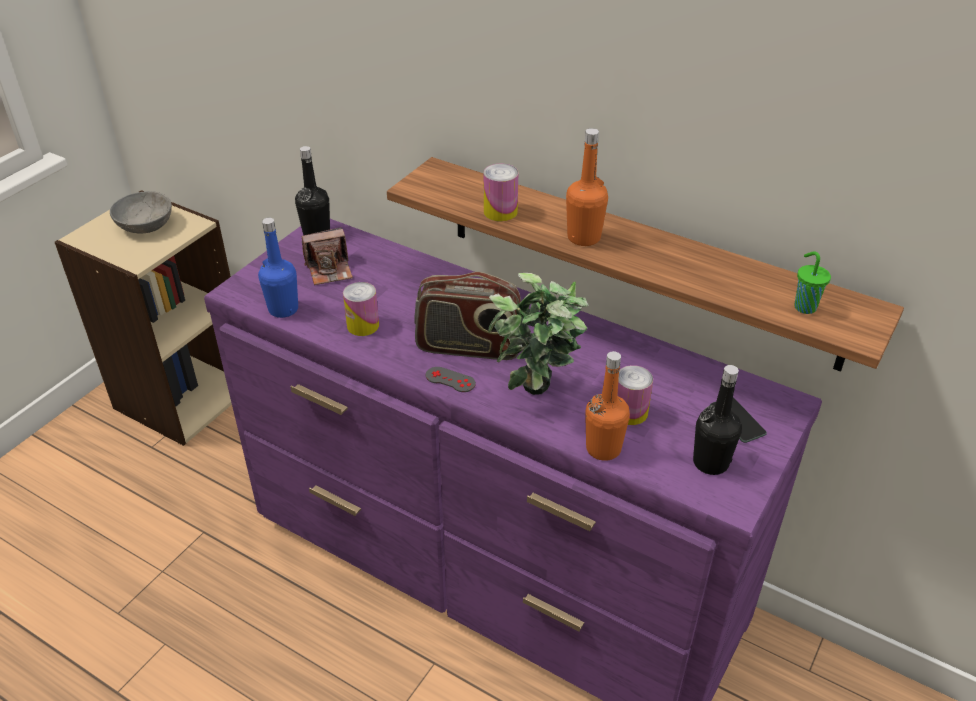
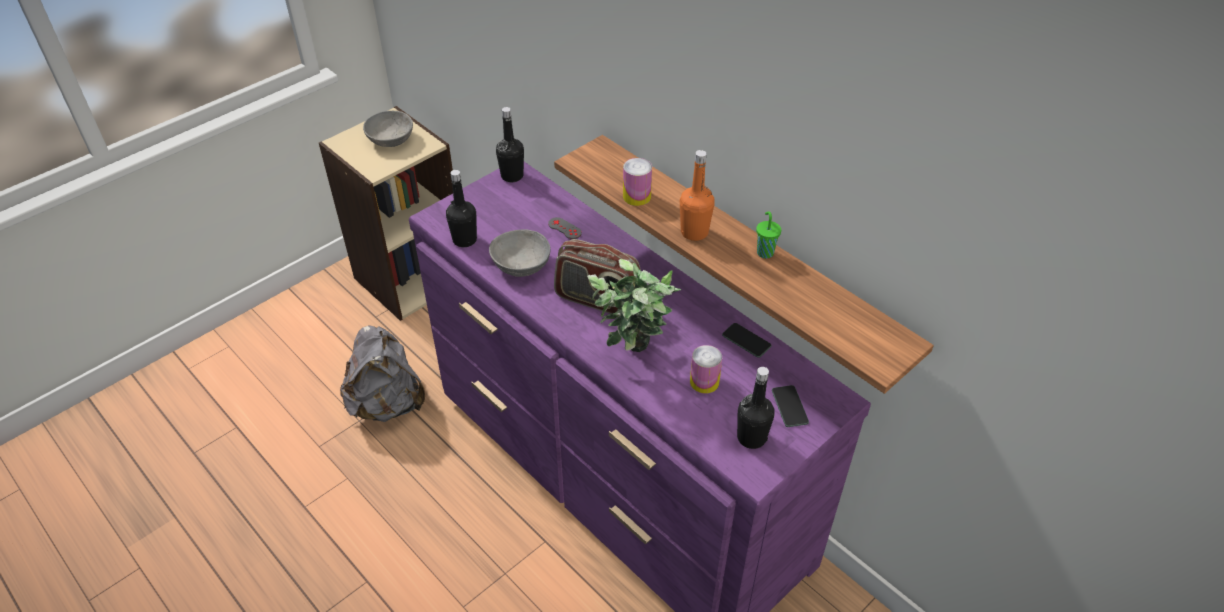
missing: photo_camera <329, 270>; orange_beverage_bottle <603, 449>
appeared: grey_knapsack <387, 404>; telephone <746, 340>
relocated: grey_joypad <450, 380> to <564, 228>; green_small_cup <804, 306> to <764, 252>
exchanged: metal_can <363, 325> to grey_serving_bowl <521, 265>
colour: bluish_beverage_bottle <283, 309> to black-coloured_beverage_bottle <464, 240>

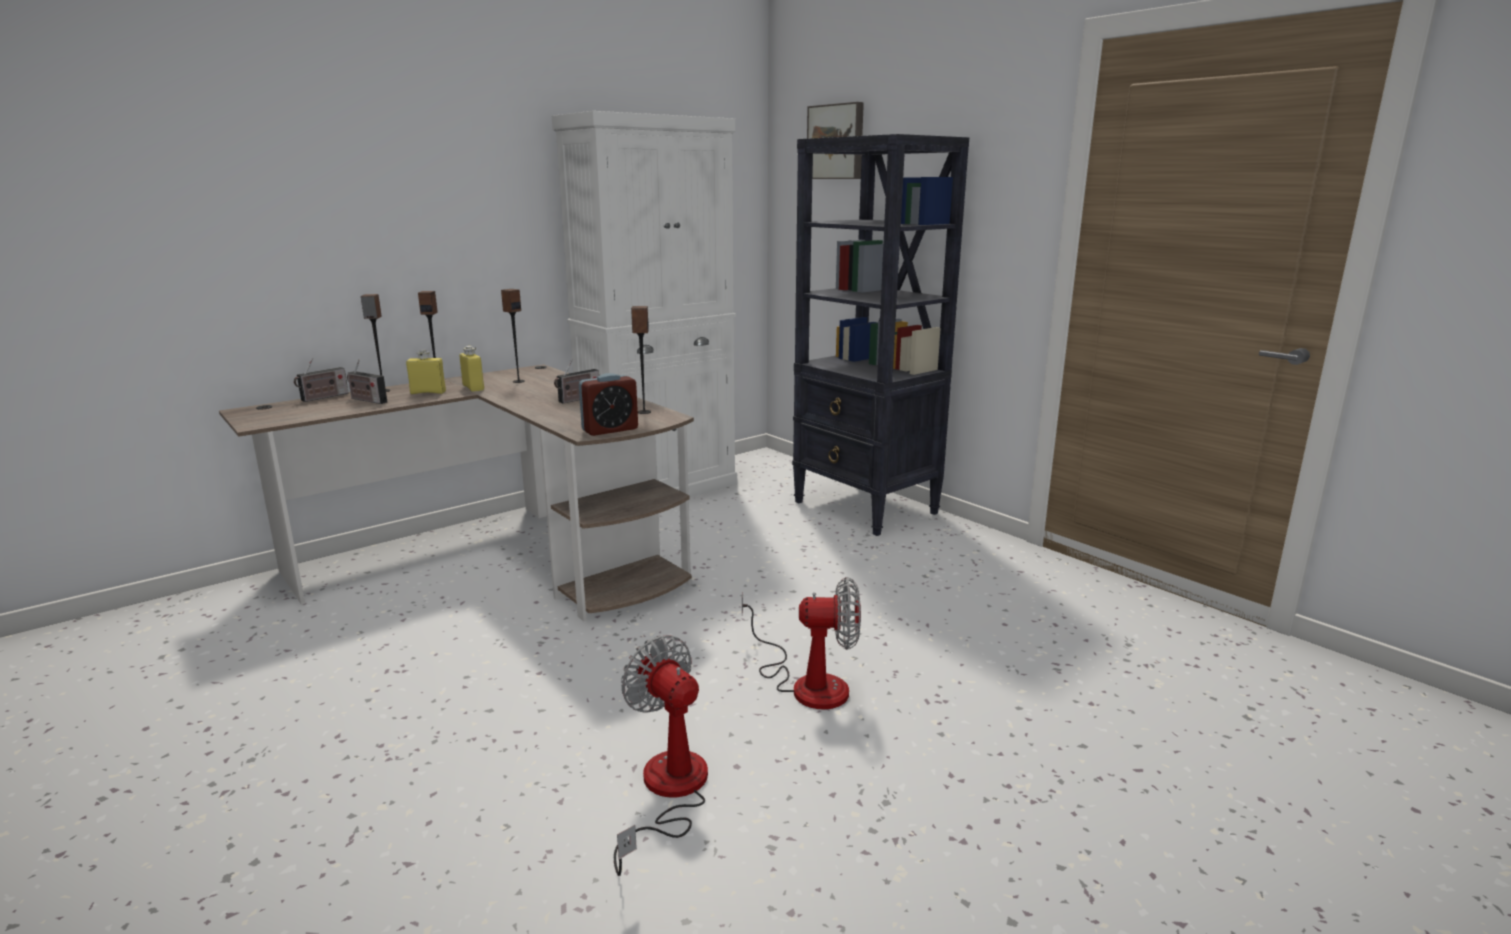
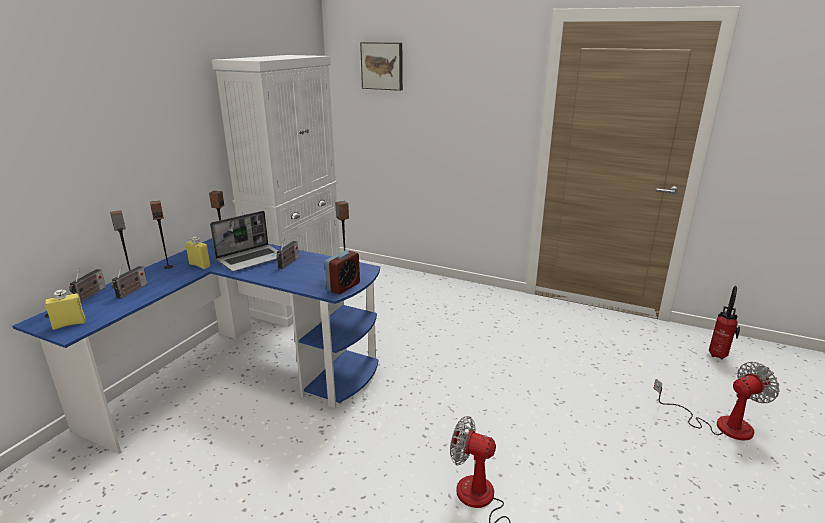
missing: black-coloured_bookshelf <866, 508>
appeared: notebook_computer <252, 259>; extinguisher <718, 354>
relocated: yellow_beverage_bottle <428, 392> to <69, 324>; fan <807, 683> to <720, 424>
colour: brown-coloured_desk_table <505, 558> to bluish_desk_table <240, 375>
spun: radio_set <367, 400> = <131, 291> 75 degrees counterclockwise

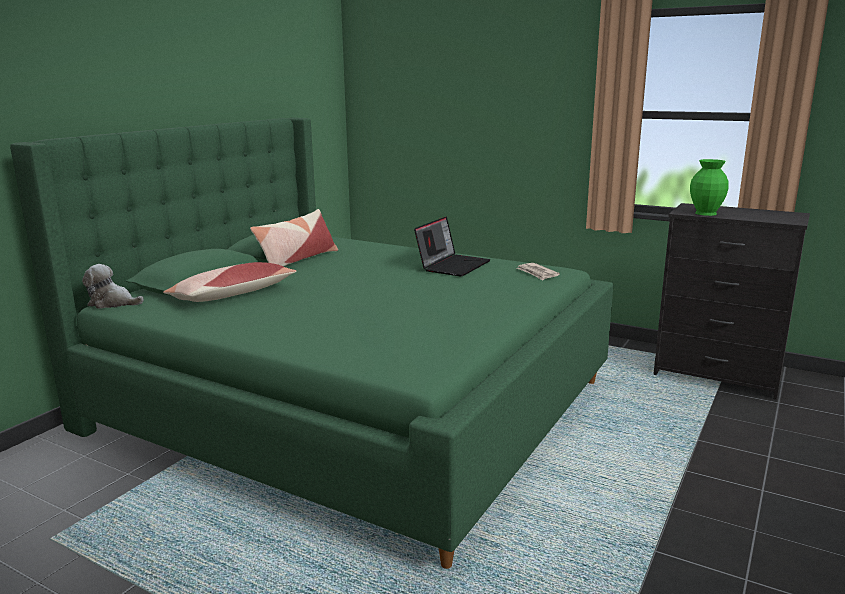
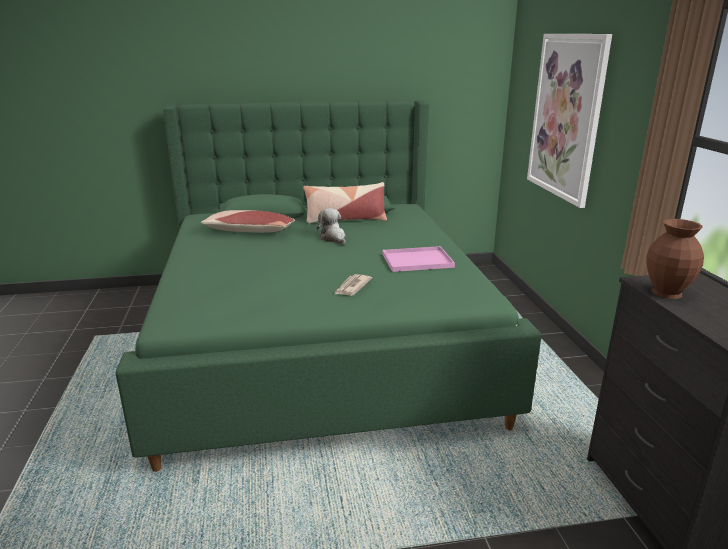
appeared: wall_picture <566, 117>
relocated: plush_toy <113, 303> to <333, 238>; daily_paper <537, 273> to <352, 287>
exchanged: notebook_computer <453, 265> to pink-coloured_serving_tray <418, 260>
colour: green_vase <706, 213> to brown-coloured_vase <665, 293>

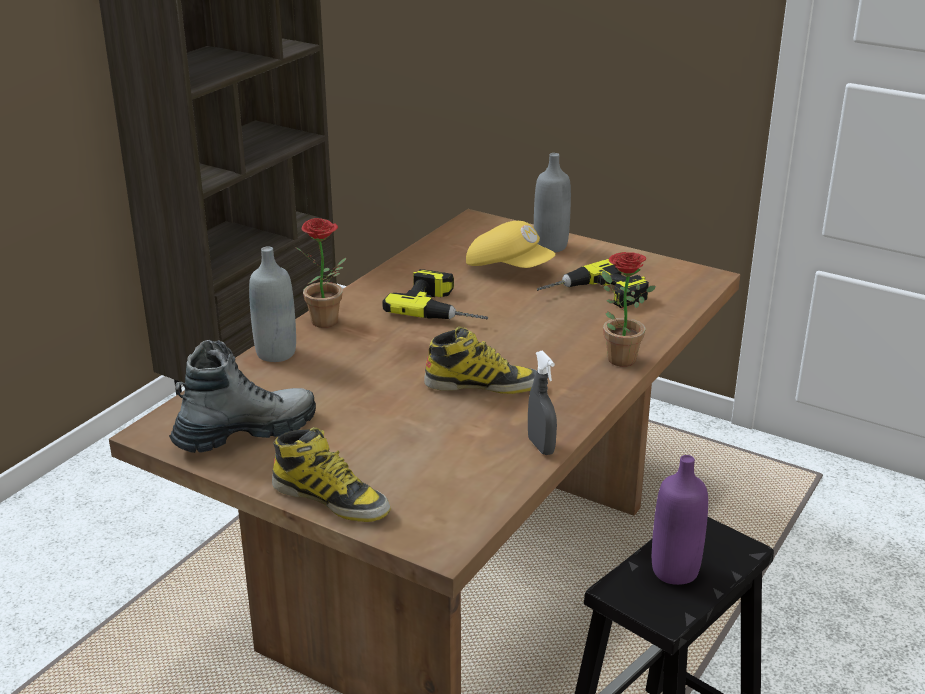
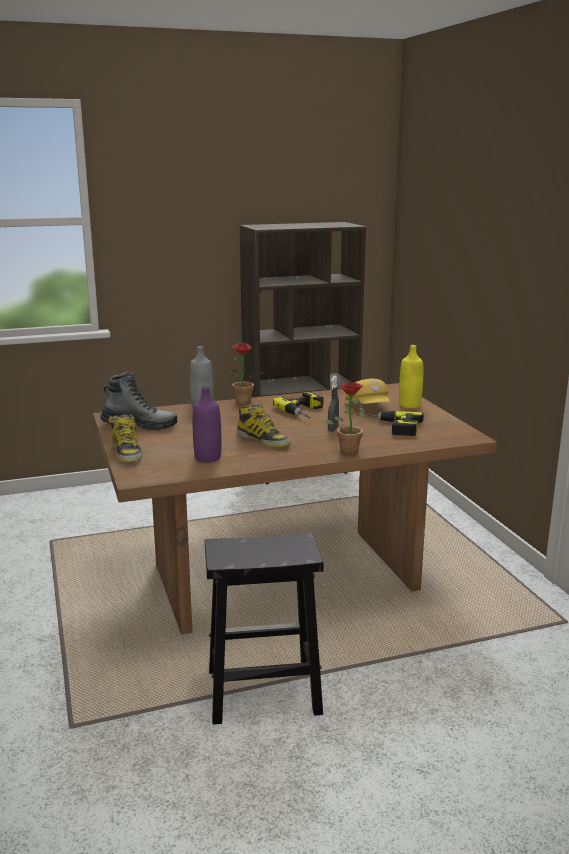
relocated: grey_spray_bottle <541, 446> to <333, 429>; purple-coloured_beverage_bottle <674, 570> to <208, 458>
colour: grey_beverage_bottle <550, 246> to yellow_beverage_bottle <409, 405>

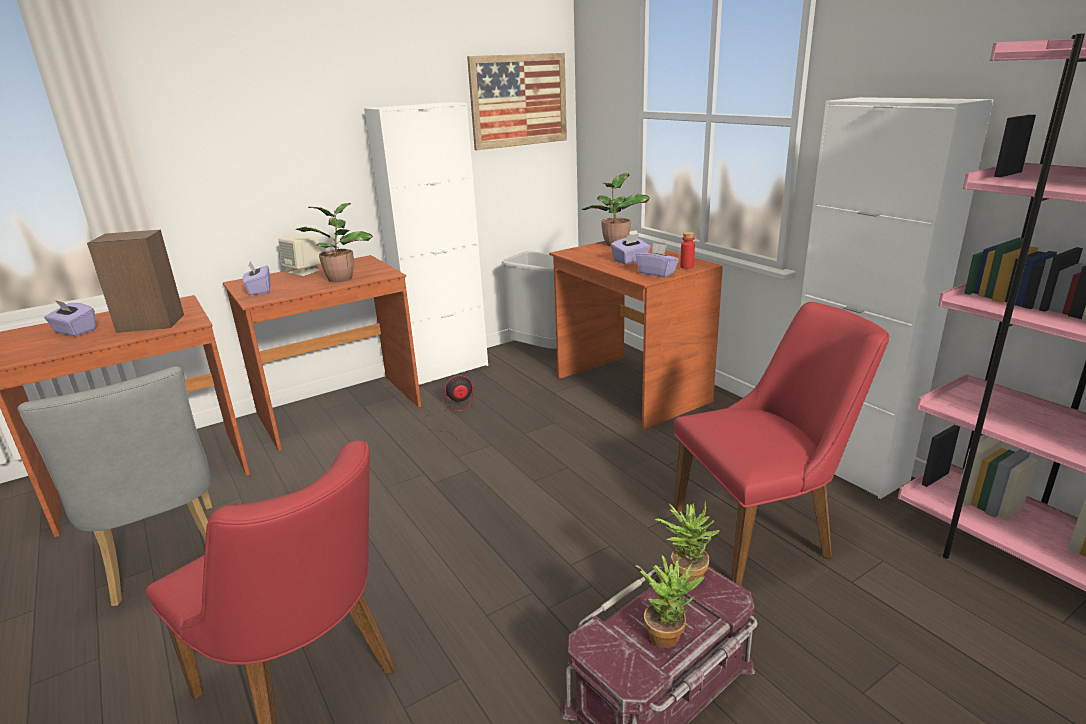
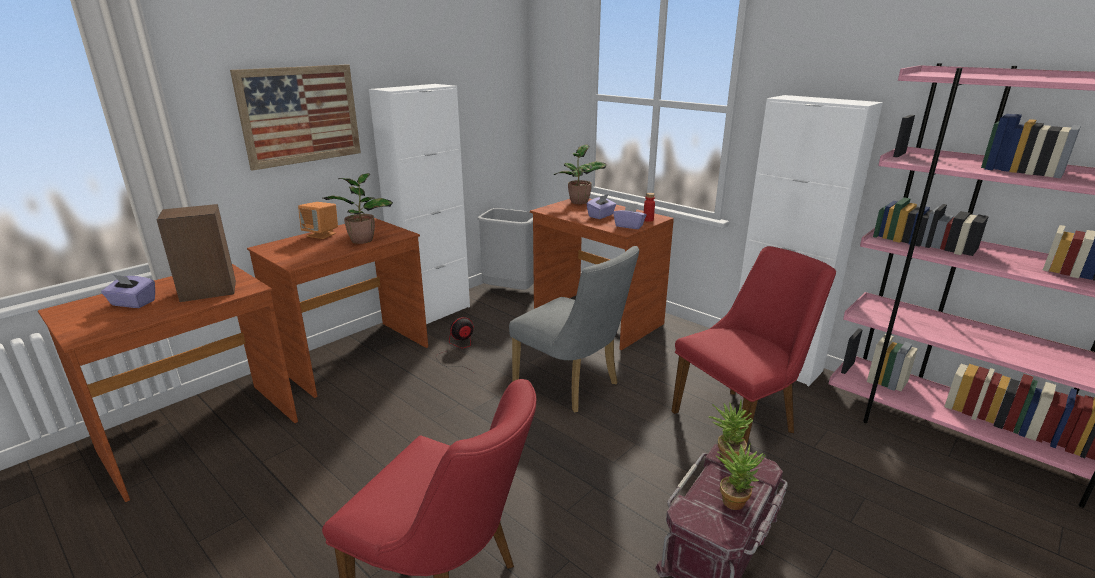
missing: purple-coloured_tissue_box <259, 290>
relocated: grey_plain_chair <166, 559> to <572, 386>; wall_picture <519, 100> to <300, 115>
colour: beige-coloured_speaker <304, 271> to orange_speaker <321, 234>

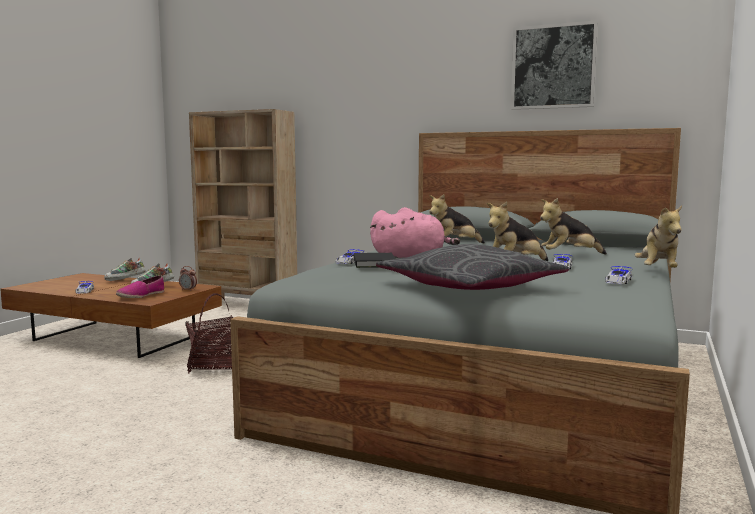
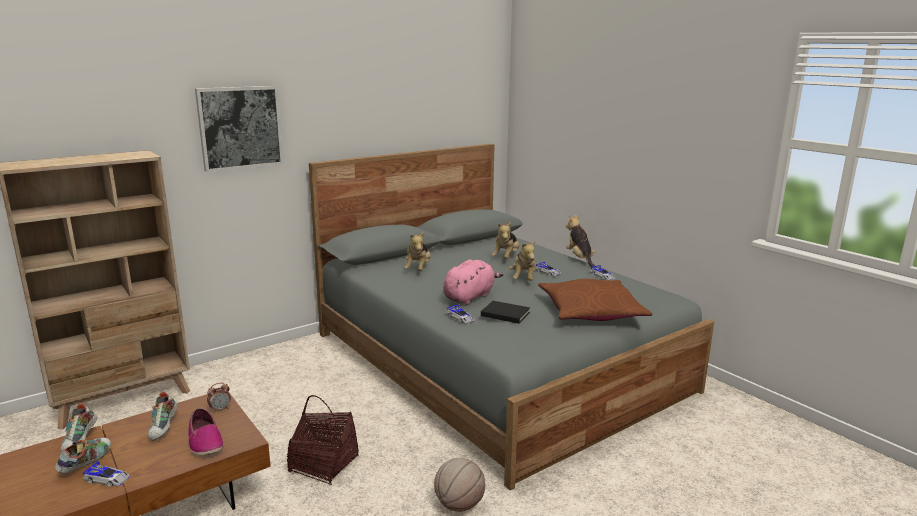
appeared: low_shoe <86, 463>; basketball_ball <459, 505>
relocated: wall_picture <553, 67> to <240, 127>
colour: grey_pillow <469, 287> to brown-coloured_pillow <591, 311>
spun: plush_toy <658, 271> = <580, 259> 150 degrees counterclockwise

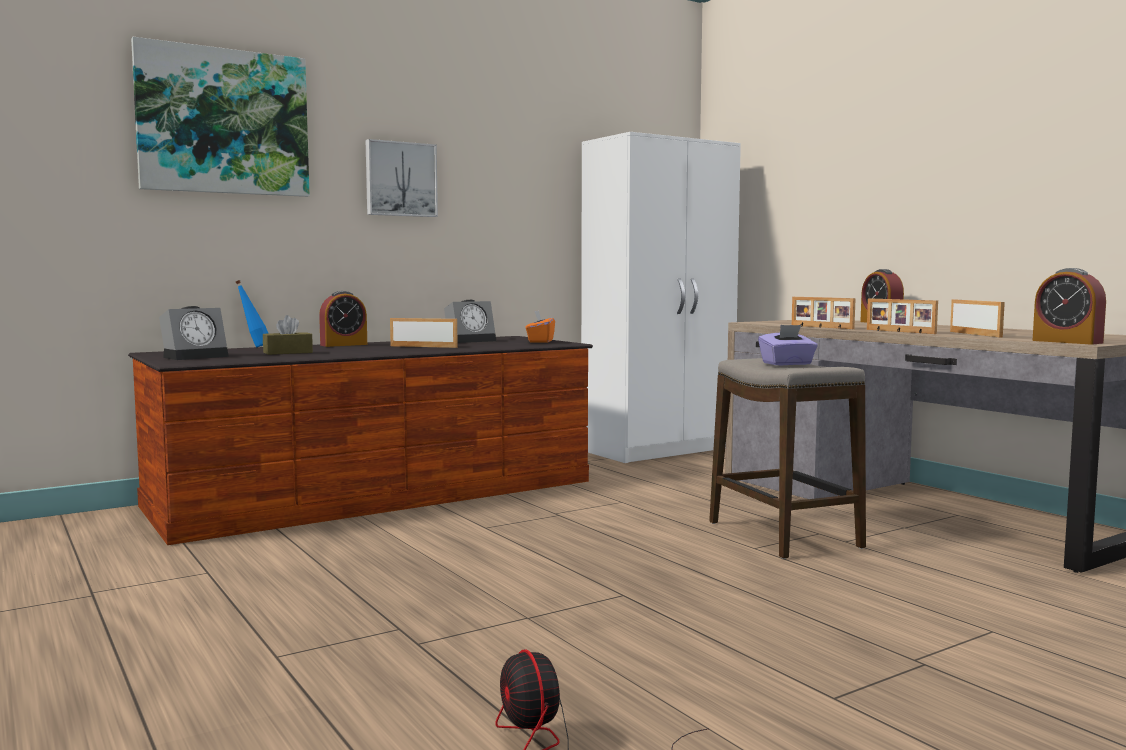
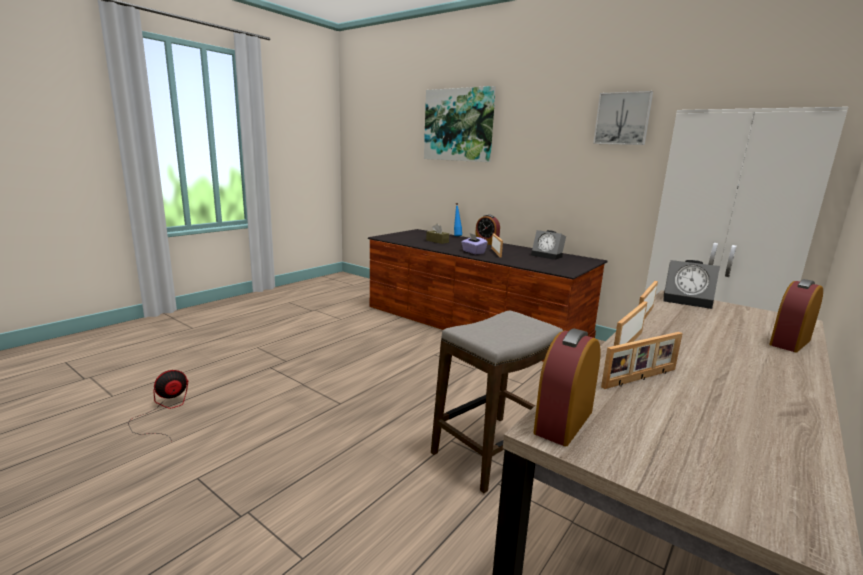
missing: orange_tissue_box <540, 341>
relocated: bedside_clock <196, 356> to <688, 300>; wall_picture <400, 179> to <622, 119>; purple-coloured_tissue_box <787, 364> to <473, 252>

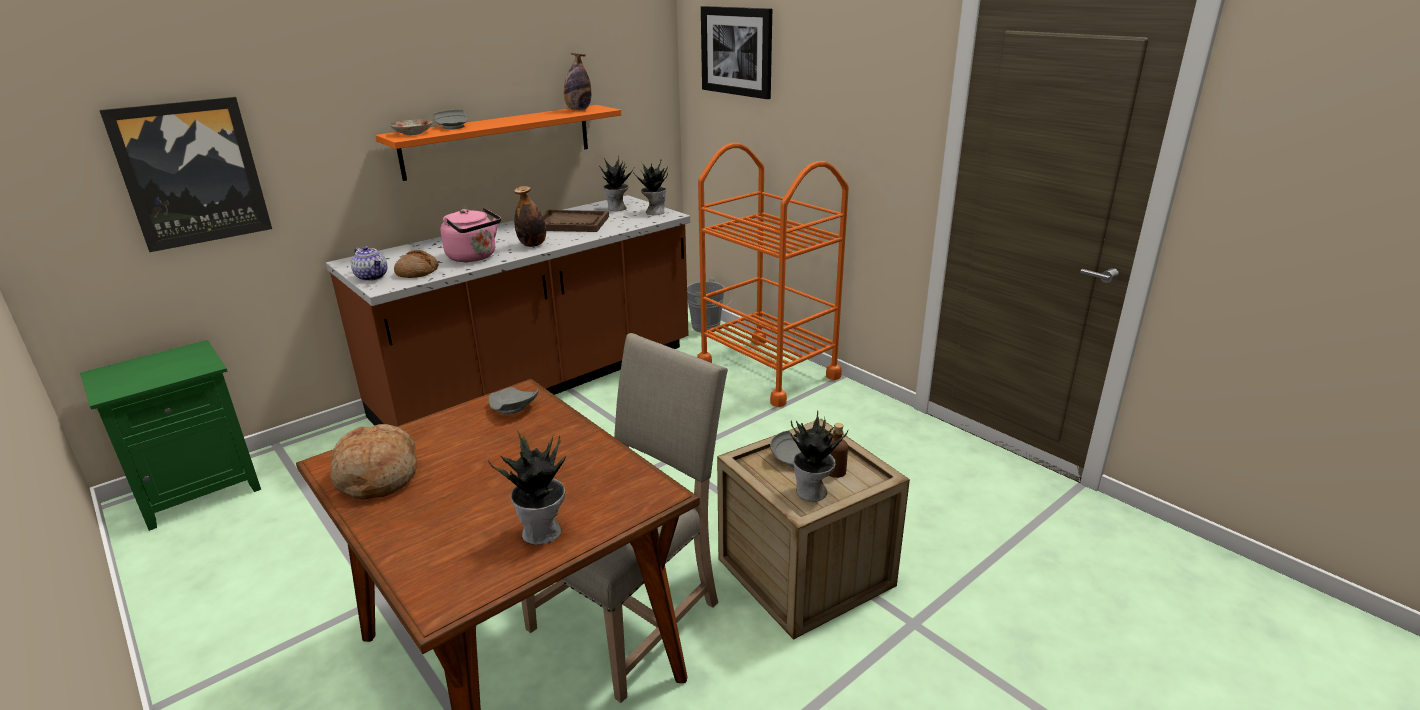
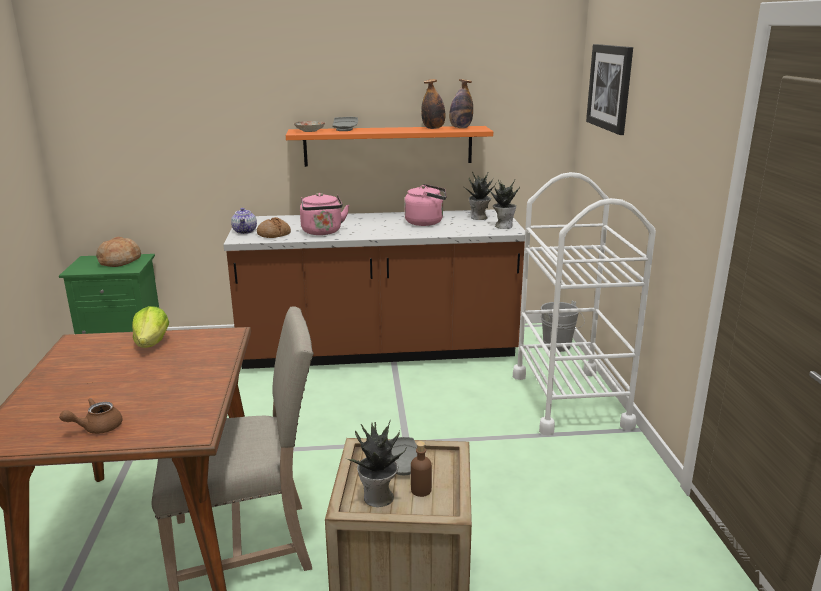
missing: wall_picture <191, 173>; grey_dinner_plate <513, 409>
appeared: head_of_lettuce <152, 343>
relocated: bakery_bread <376, 476> to <119, 261>; beverage_bottle <533, 245> to <433, 128>
exchanged: potted_plant <543, 532> to brown-coloured_pot_for_tea <97, 427>; brown-coloured_serving_tray <572, 223> to pink-coloured_kettle <426, 222>
colour: orange_cart <768, 371> to whitish_cart <570, 400>

